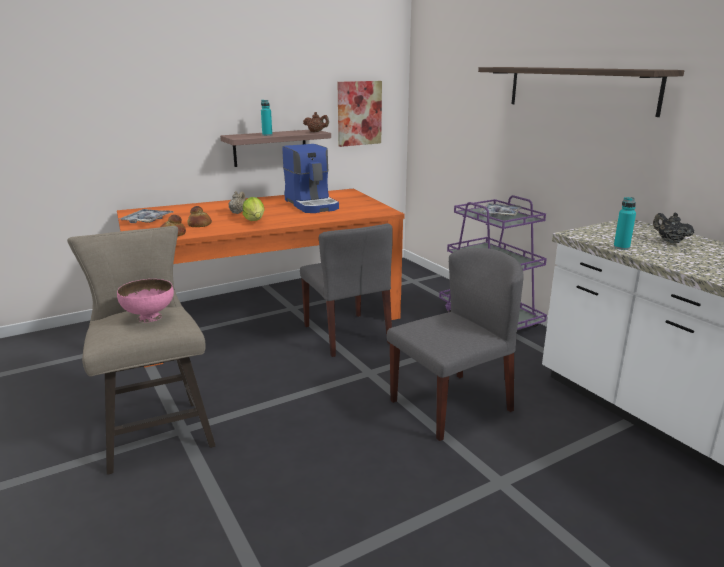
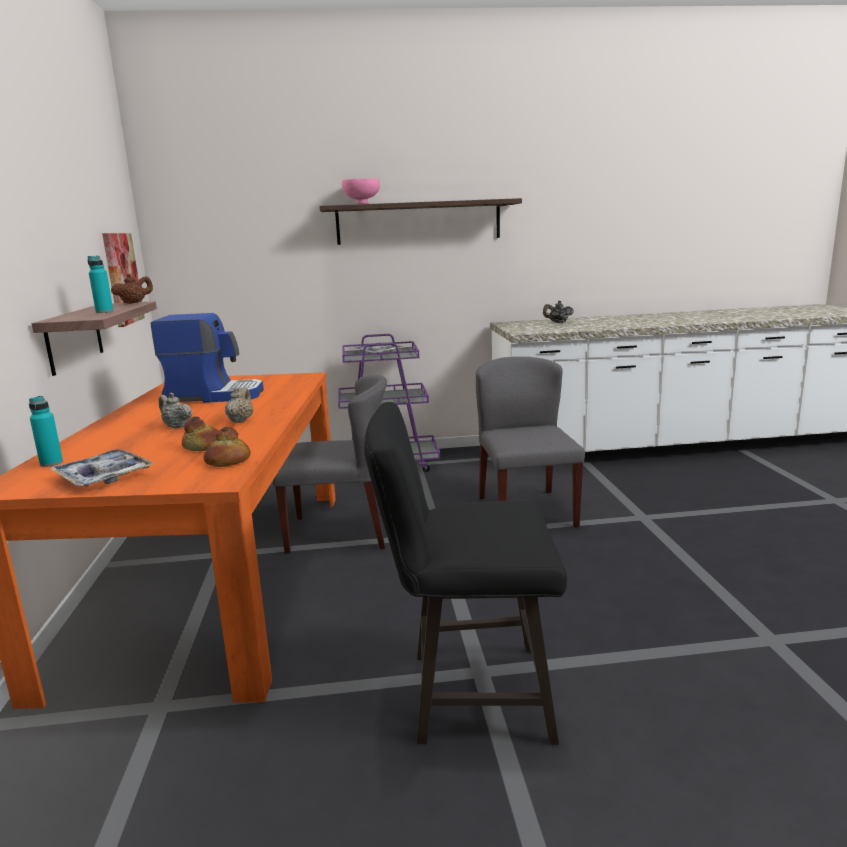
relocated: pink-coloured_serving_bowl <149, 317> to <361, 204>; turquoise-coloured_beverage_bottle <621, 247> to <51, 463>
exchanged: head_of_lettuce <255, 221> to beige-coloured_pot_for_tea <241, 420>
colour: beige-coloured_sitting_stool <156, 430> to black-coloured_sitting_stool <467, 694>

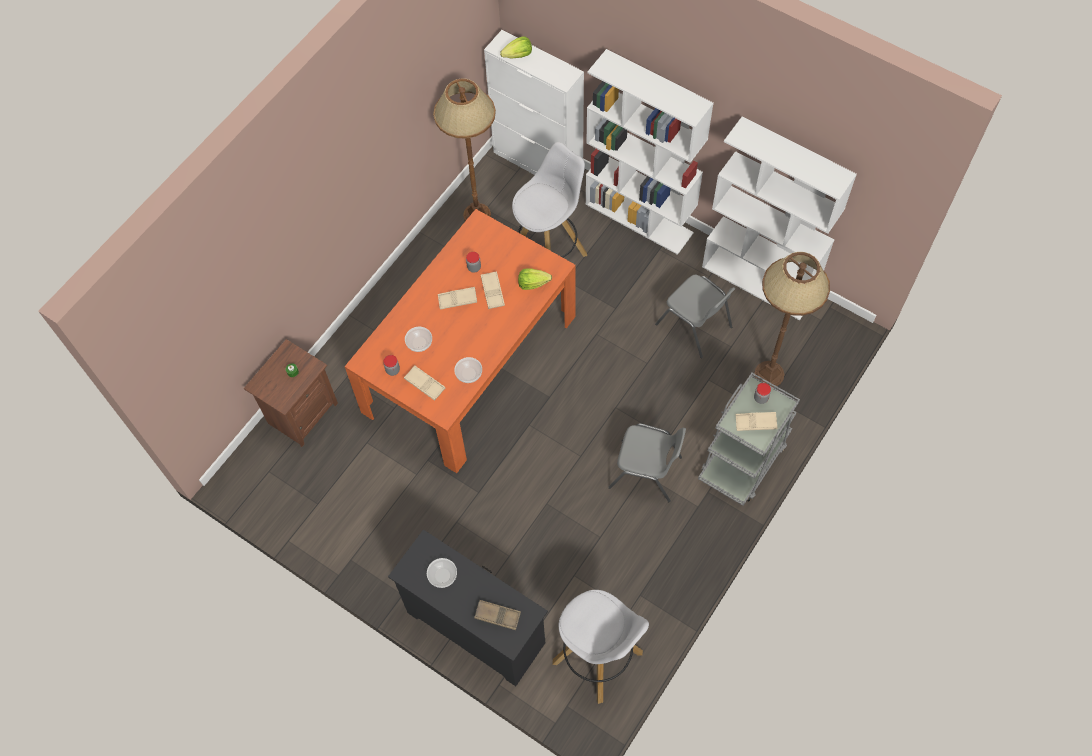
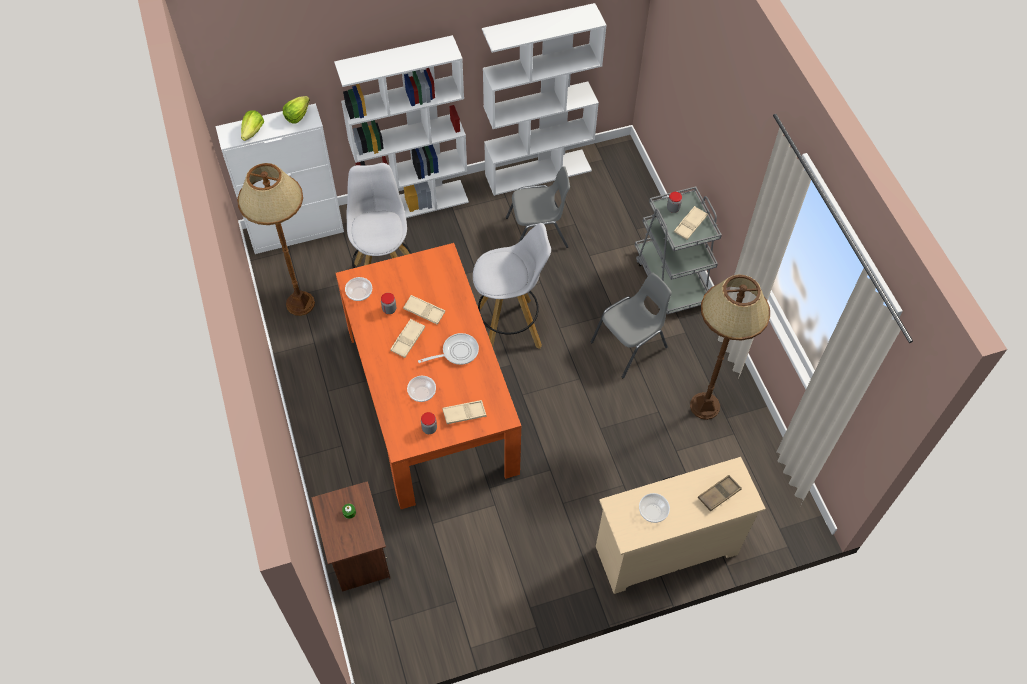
appeared: pan <457, 352>
relocated: serving_bowl <468, 374> to <359, 294>; head_of_lettuce <533, 283> to <297, 115>; whitish_sitting_stool <599, 659> to <510, 327>; brown-coloured_standard_lamp <768, 374> to <704, 406>
colour: black-coloured_chest_of_drawers <475, 627> to beige-coloured_chest_of_drawers <665, 550>

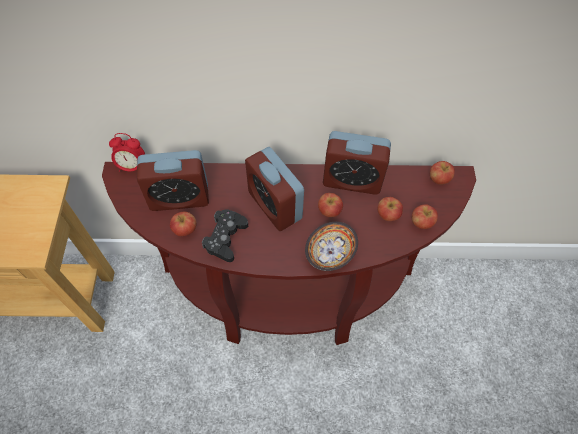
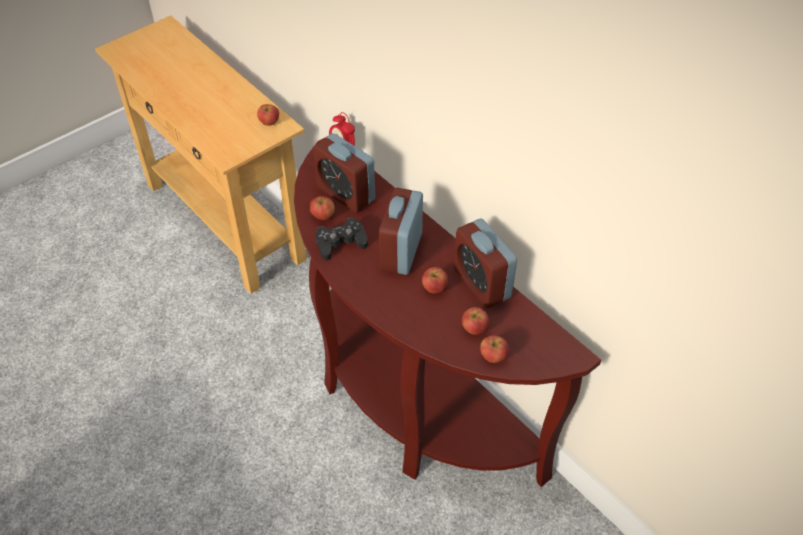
missing: serving_bowl <329, 253>
relocated: apple_fruit <438, 179> to <269, 122>

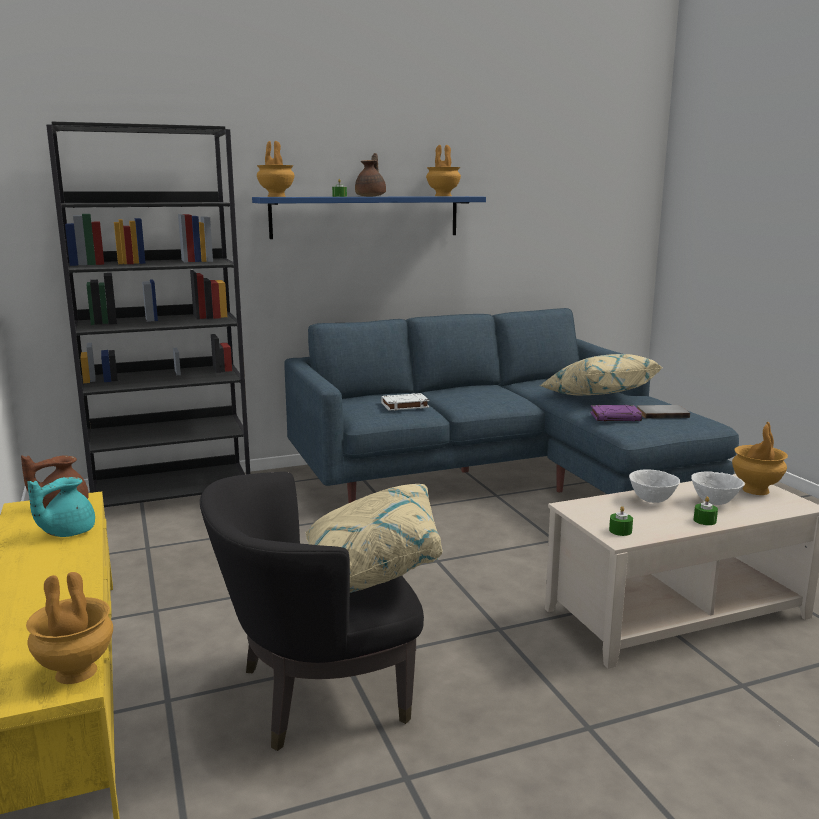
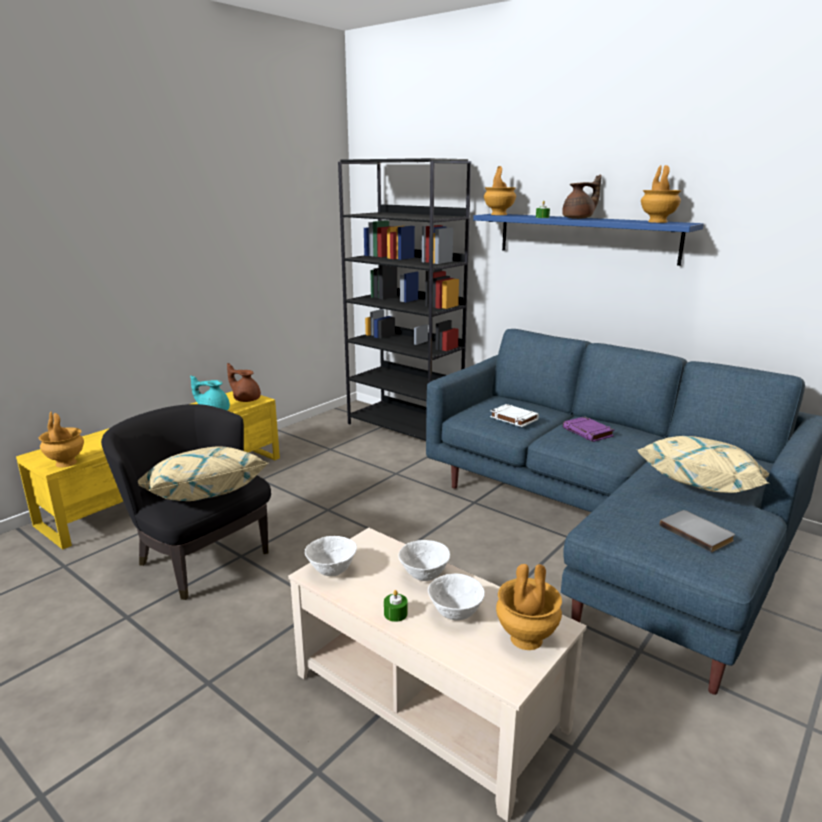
relocated: purple-coloured_volume <616, 417> to <588, 432>
exchanged: green_candle <620, 531> to whitish_serving_bowl <331, 571>

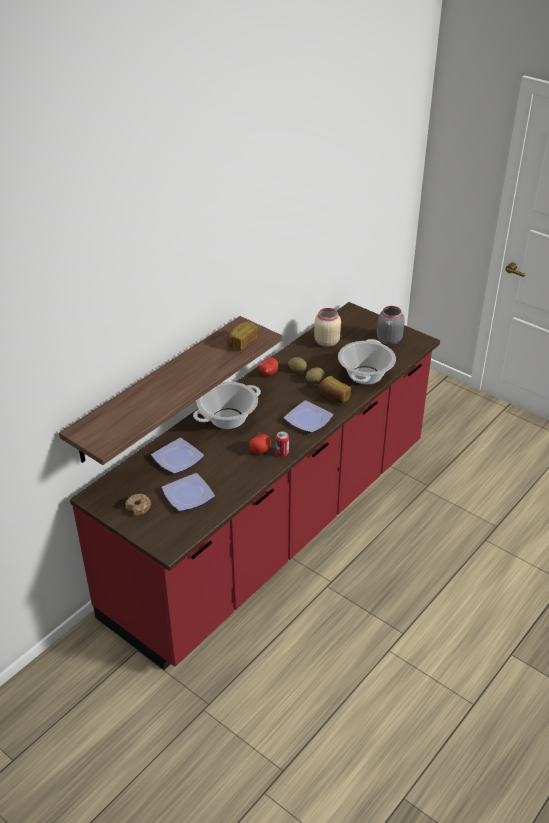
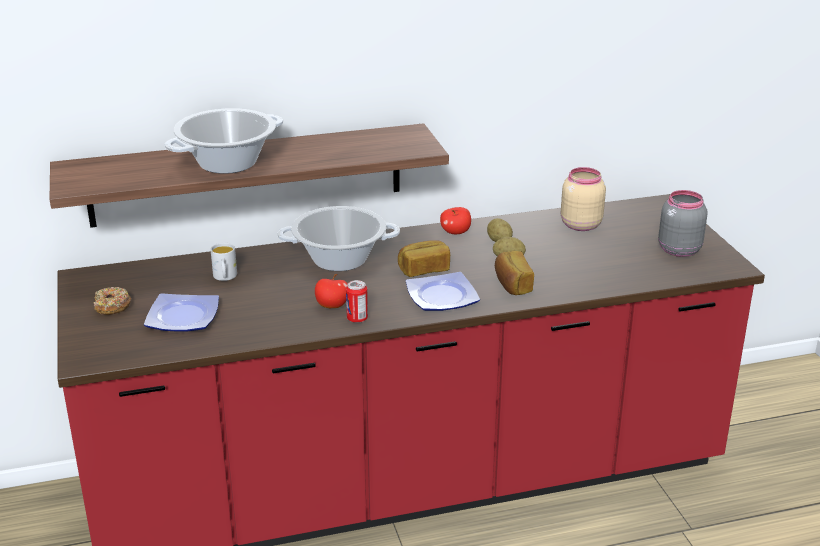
relocated: bakery_bread <241, 342> to <424, 269>; saucepot <365, 375> to <227, 163>
exchanged: dinner_plate <179, 459> to whitish_coffee_mug <225, 277>

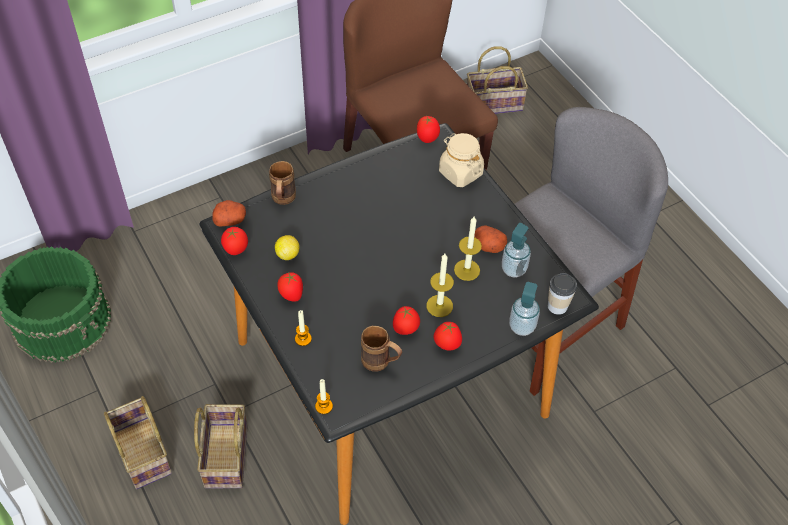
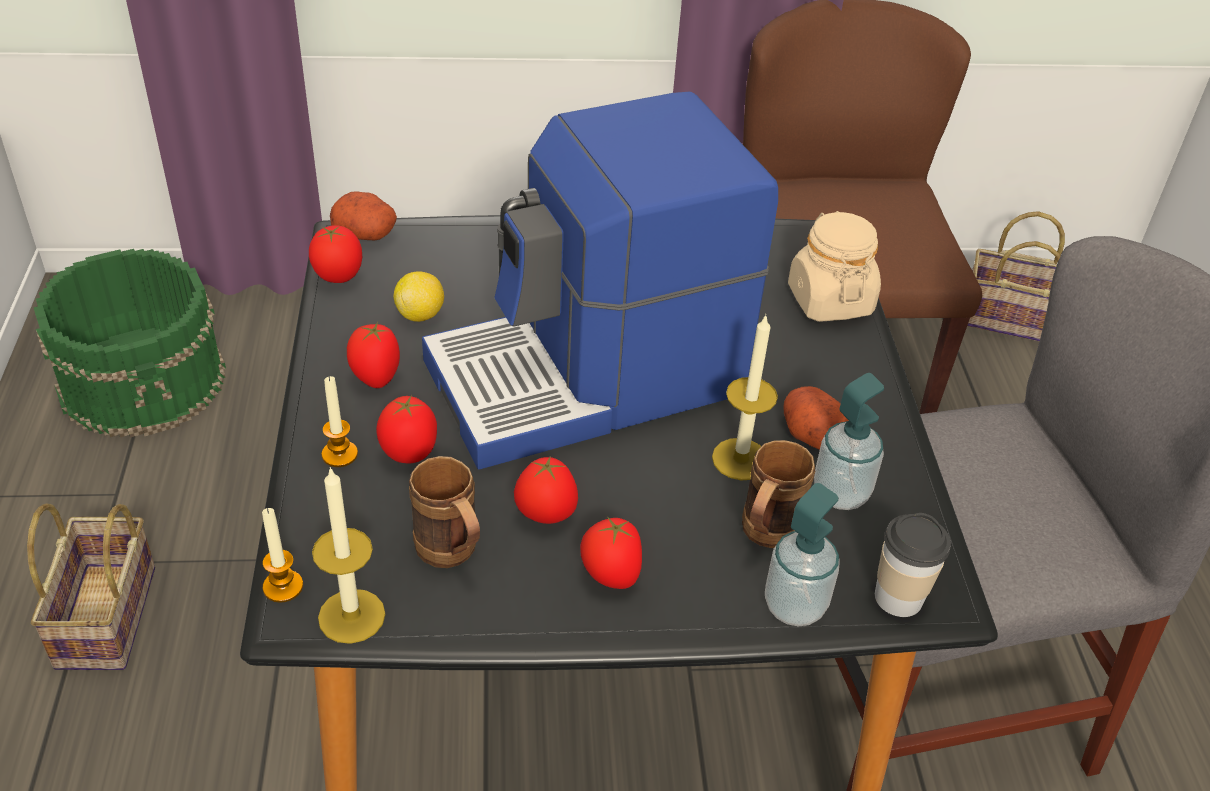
missing: storage_basket <225, 454>
appeared: coffee_machine <589, 379>
relocated: brown-coloured_coffee_mug <282, 200> to <764, 536>; whole_tomato <427, 139> to <410, 454>; candle <439, 306> to <351, 616>

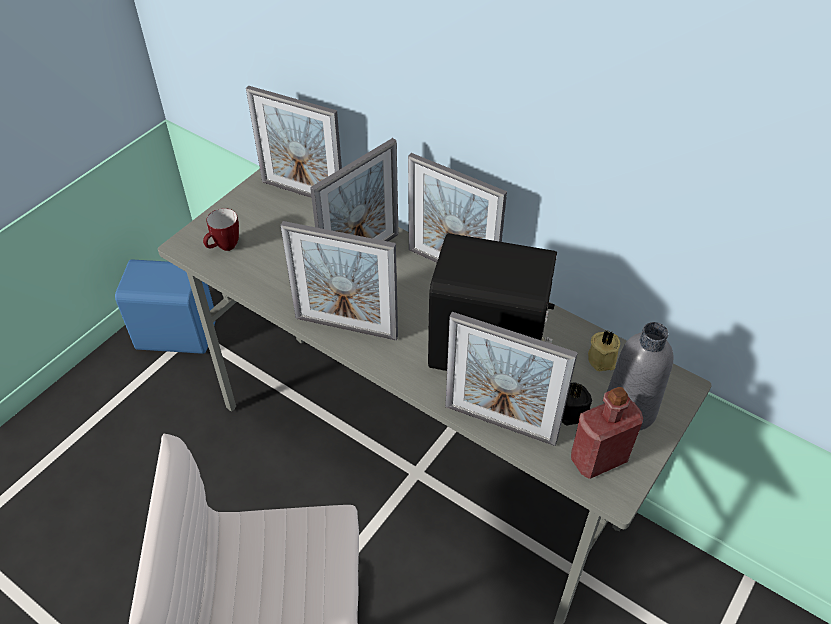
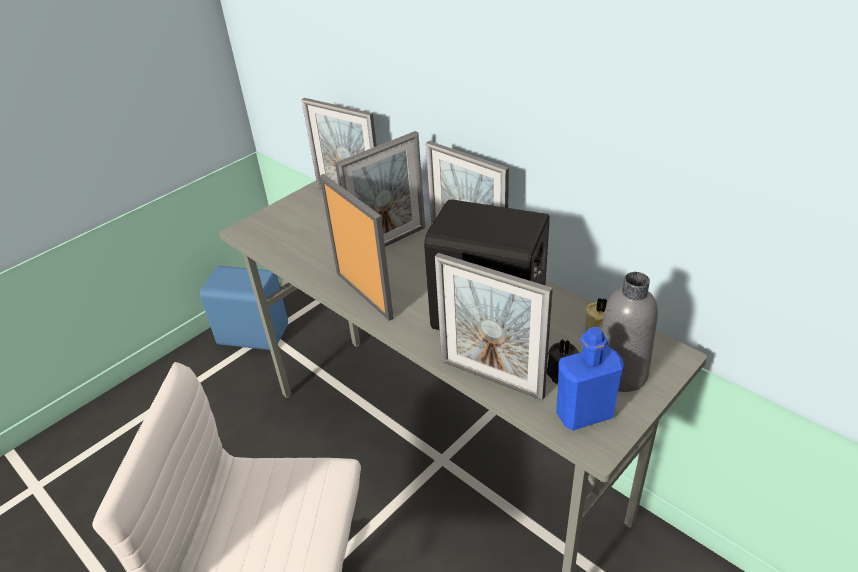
missing: coffee_mug <224, 248>
colour: red_beverage_bottle <598, 458> to bluish_beverage_bottle <584, 414>
spun: picture_frame <346, 327> = <364, 295> 150 degrees counterclockwise

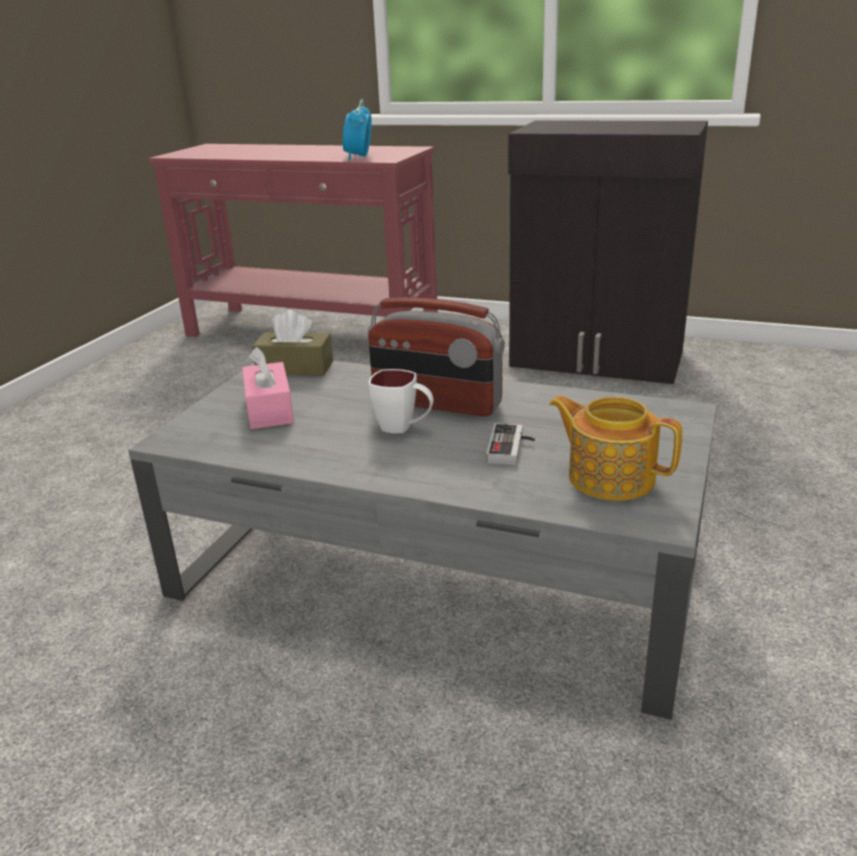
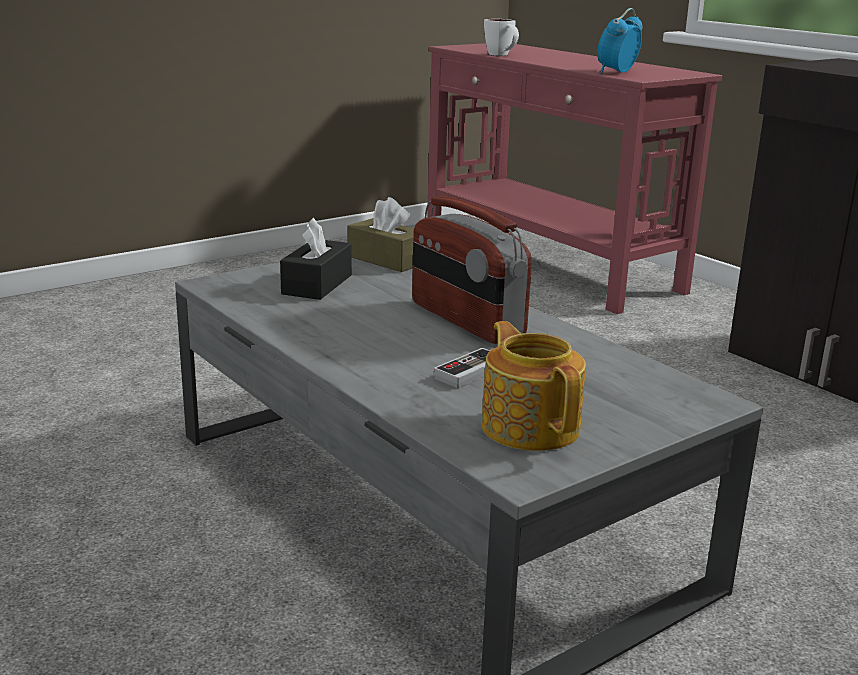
relocated: whitish_coffee_mug <404, 428> to <501, 55>
colour: pink-coloured_tissue_box <269, 410> to black-coloured_tissue_box <317, 284>

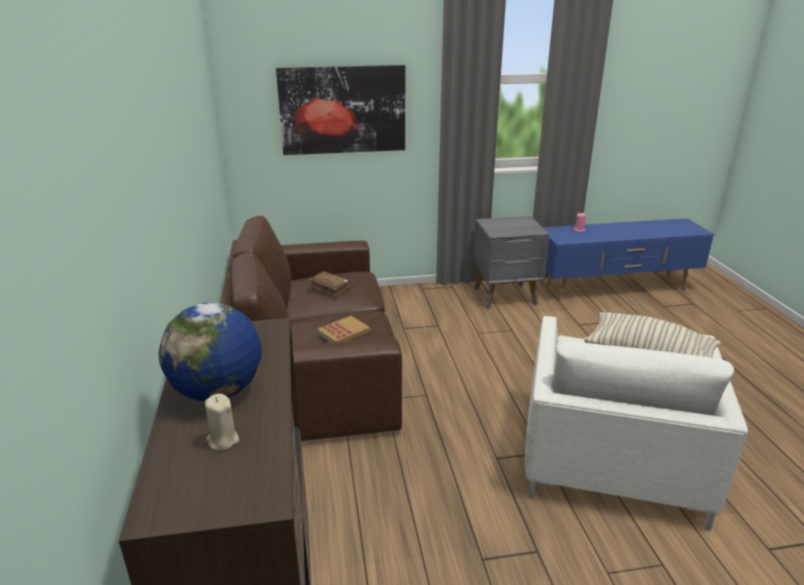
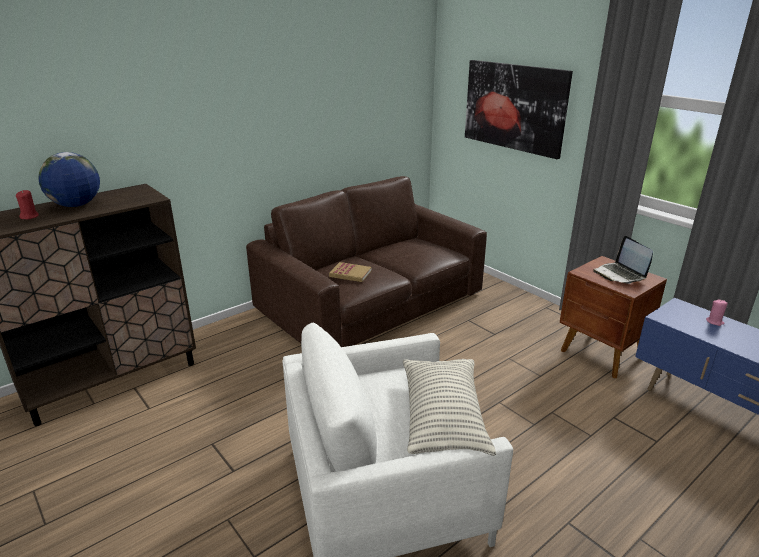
missing: brown-coloured_volume <330, 288>
appeared: notebook_computer <620, 274>
colour: beige-coloured_candle <223, 440> to red_candle <30, 216>; grey_bedside_table <506, 297> to brown-coloured_bedside_table <601, 355>

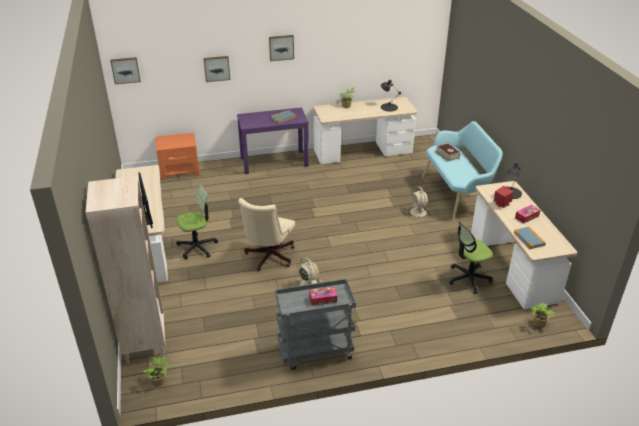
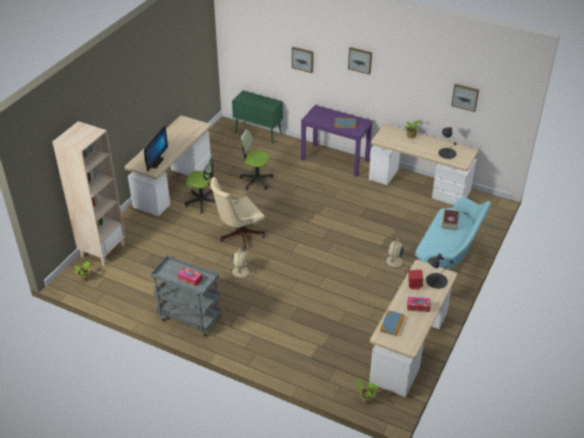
relocated: wall_picture <125, 70> to <465, 97>; office_chair <468, 278> to <256, 180>
exchanged: orange_bedside_table <180, 170> to green_storage_cabinet <258, 134>

